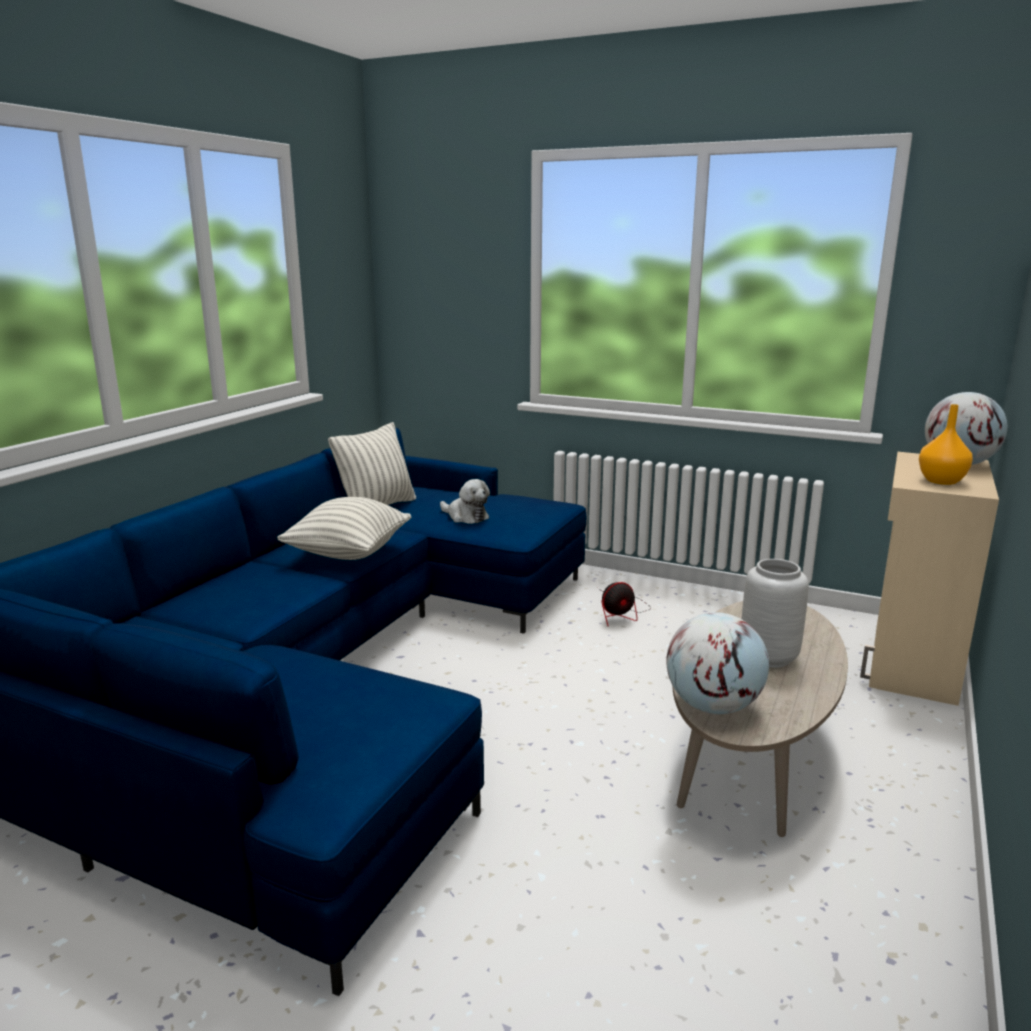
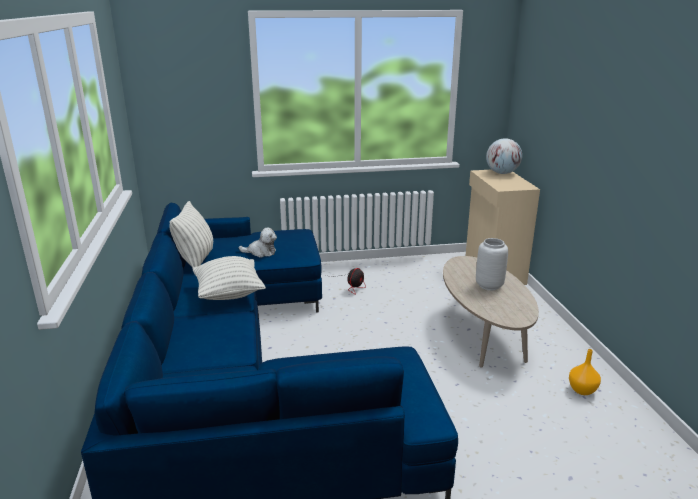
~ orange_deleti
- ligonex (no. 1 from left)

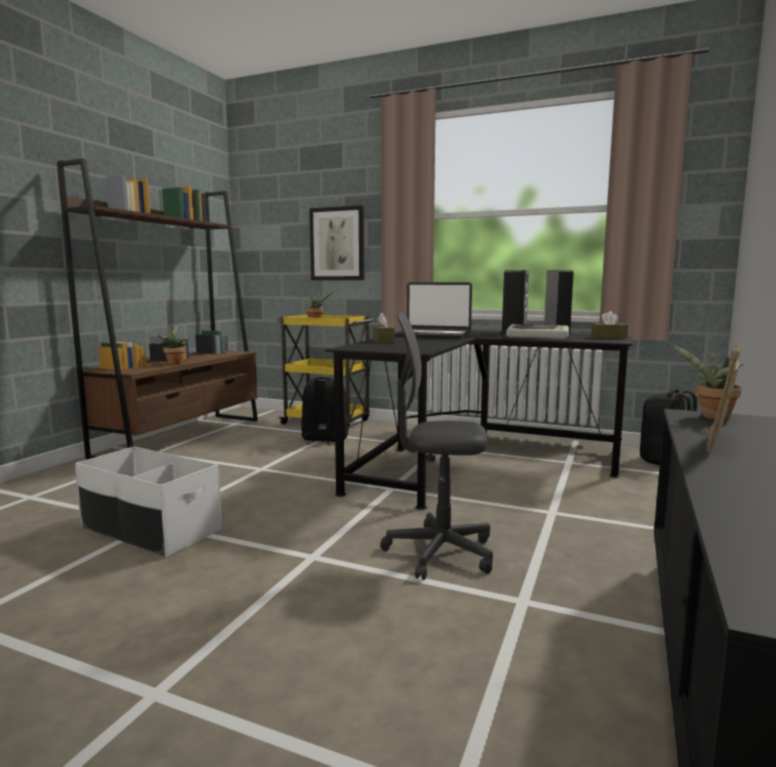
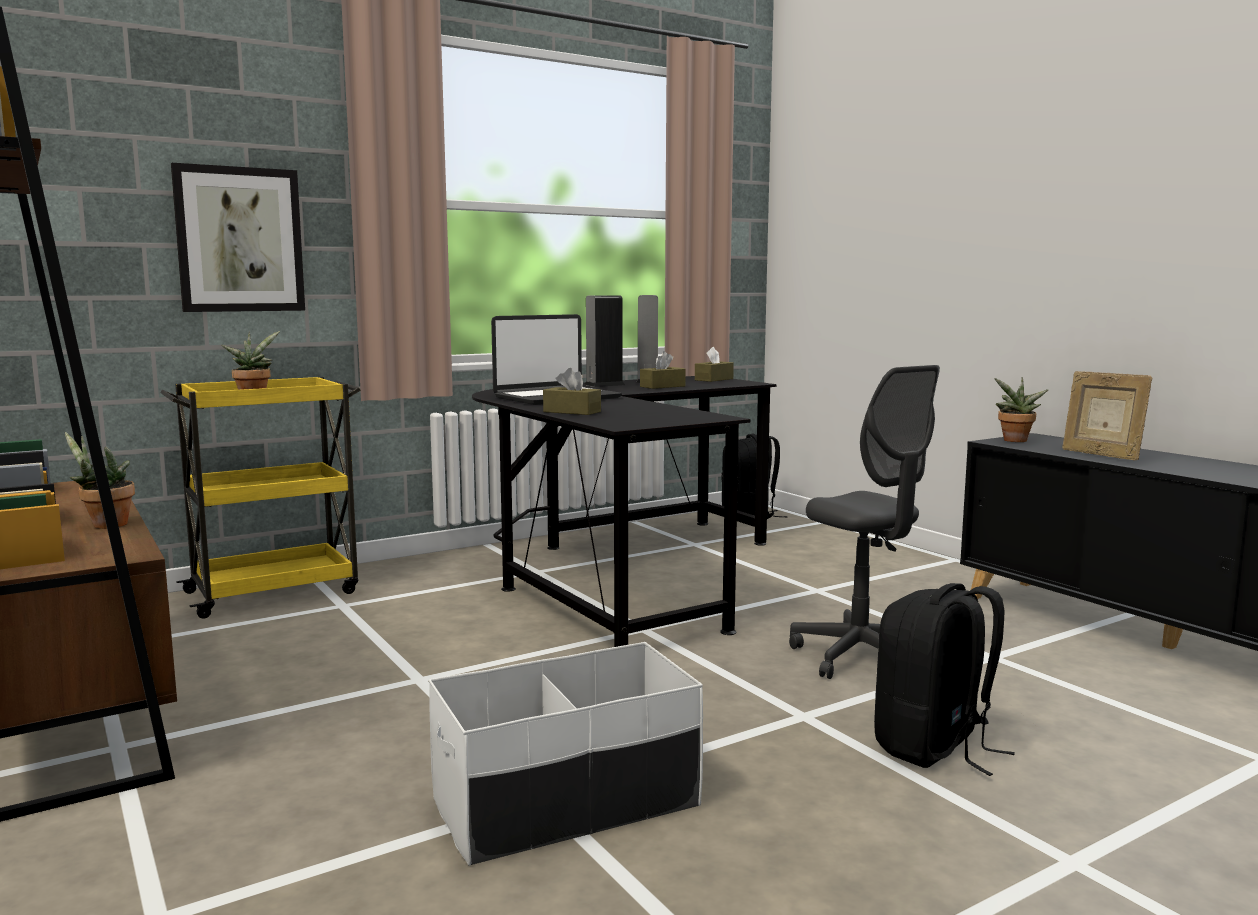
~ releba to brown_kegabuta (no. 2 from left)
~ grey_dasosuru 75 degrees counterclockwise
~ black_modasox (no. 1 from left in the first image) to black_modasox (no. 2 from left)

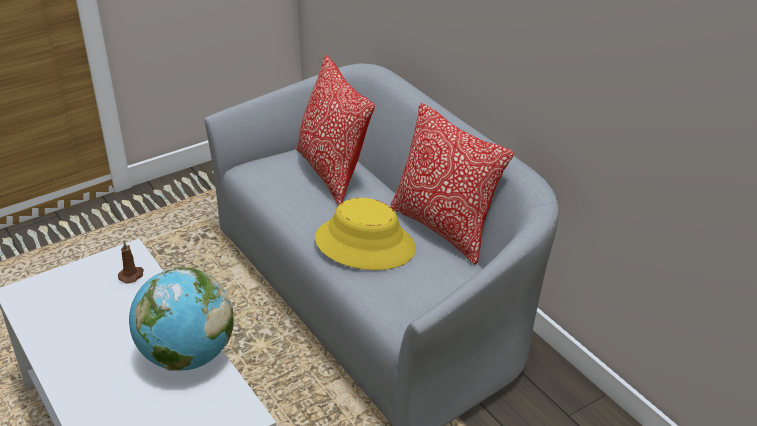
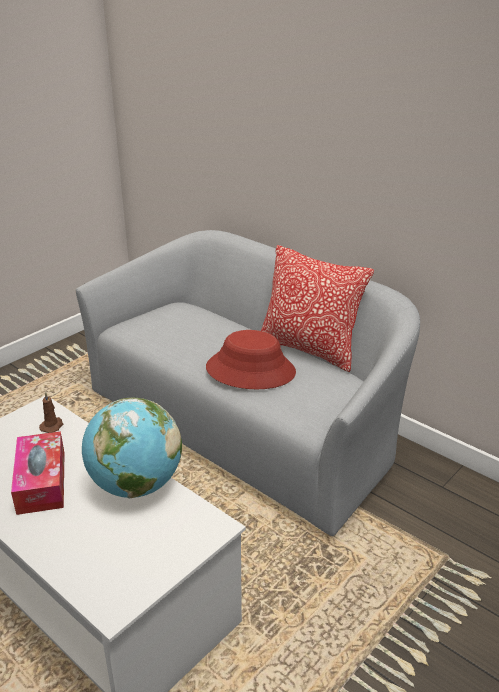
+ kegabuta
~ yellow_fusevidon to red_fusevidon
- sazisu (no. 1 from left)

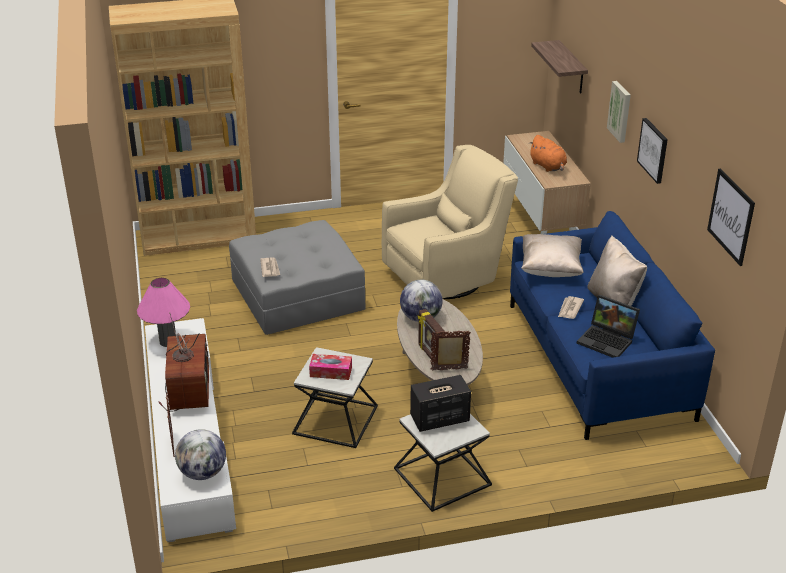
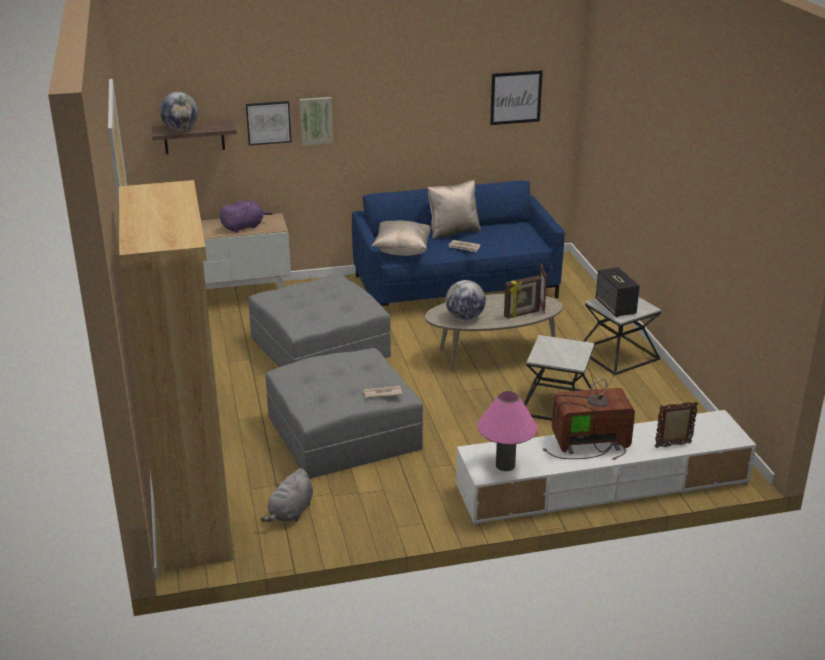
~ ligonex (no. 1 from left)
~ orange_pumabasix to purple_pumabasix
~ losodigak (no. 2 from left in the first image) to losodigak (no. 1 from left)
~ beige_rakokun to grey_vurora (no. 1 from left)
+ grey_pumabasix
- kegabuta
- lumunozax

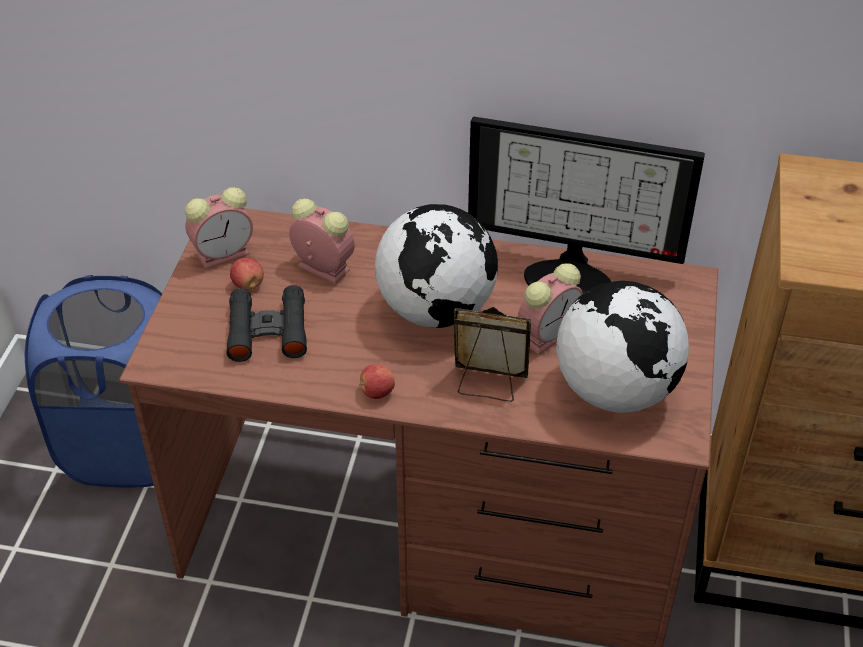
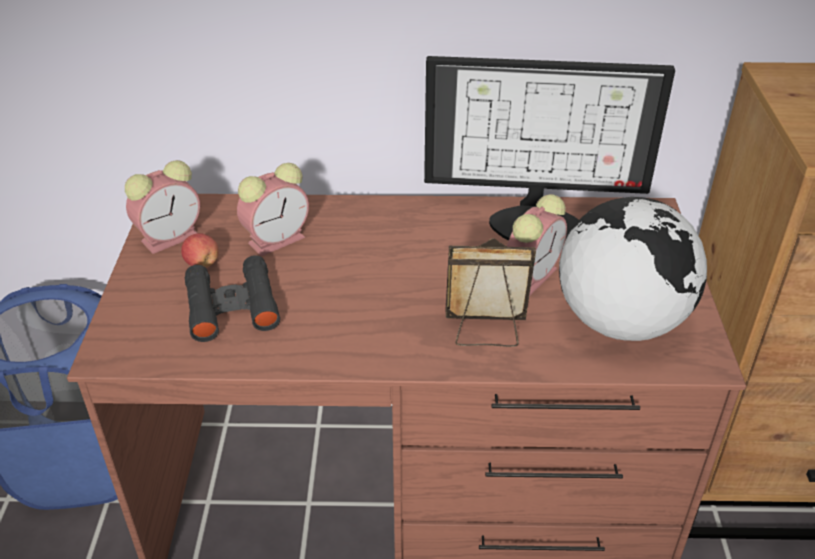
~ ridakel (no. 2 from left) 120 degrees clockwise
- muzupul (no. 2 from left)
- ligonex (no. 1 from left)

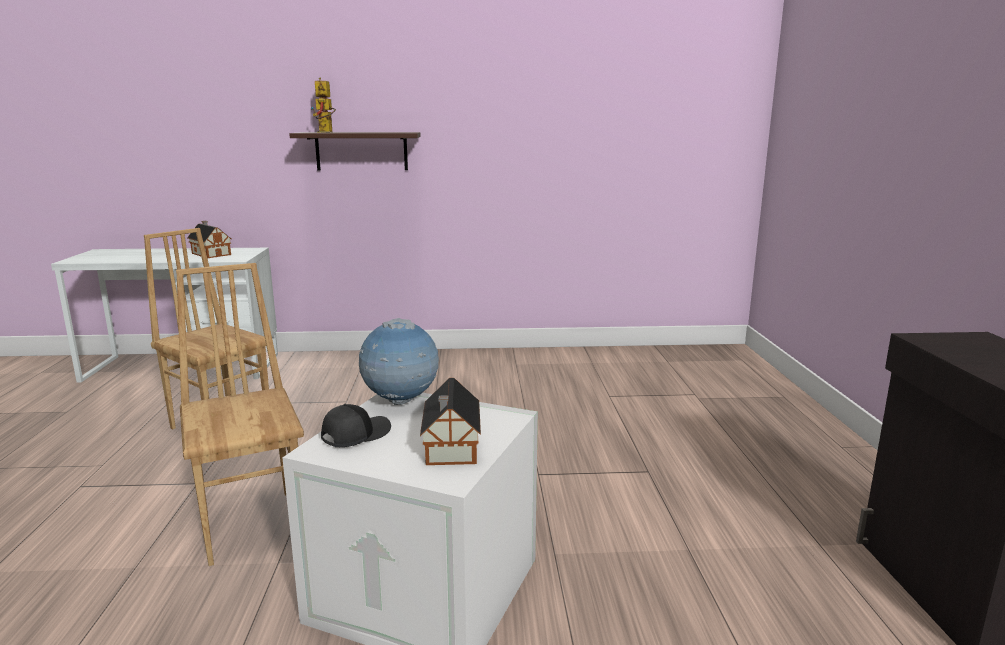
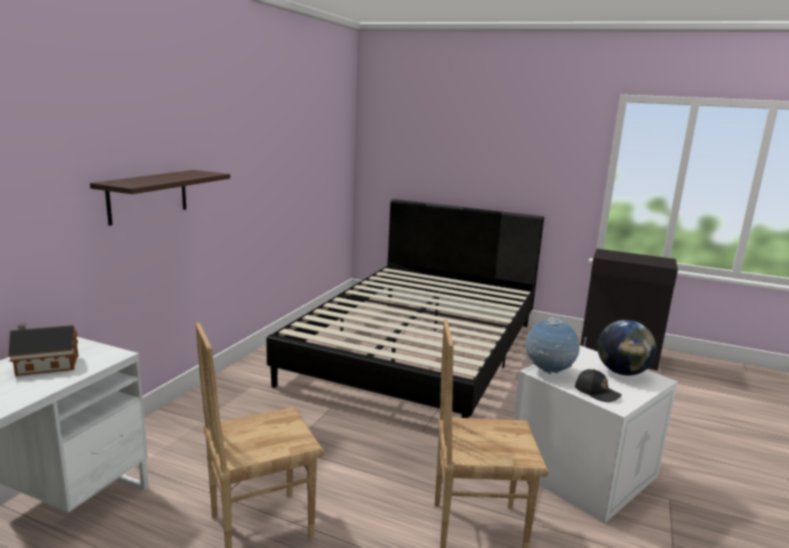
+ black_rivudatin
~ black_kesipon 150 degrees clockwise
~ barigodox (no. 2 from left) to ligonex (no. 2 from left)
- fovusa

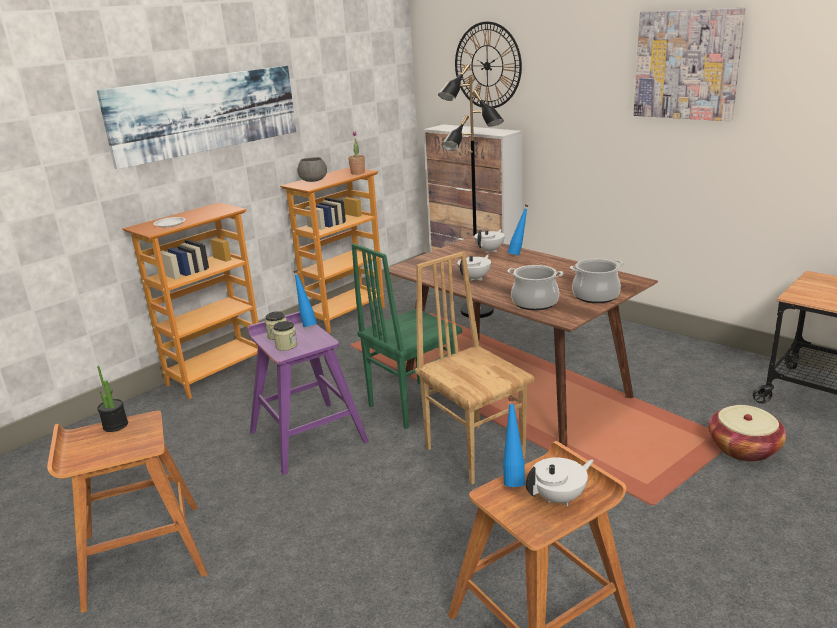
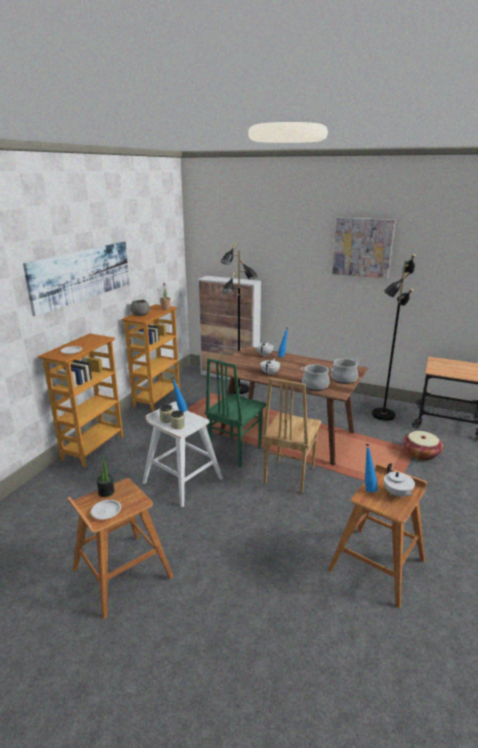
+ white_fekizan (no. 2 from left)
~ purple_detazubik to white_detazubik
~ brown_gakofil 105 degrees counterclockwise
+ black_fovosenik (no. 2 from left)
~ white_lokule (no. 3 from left) 120 degrees clockwise
- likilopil

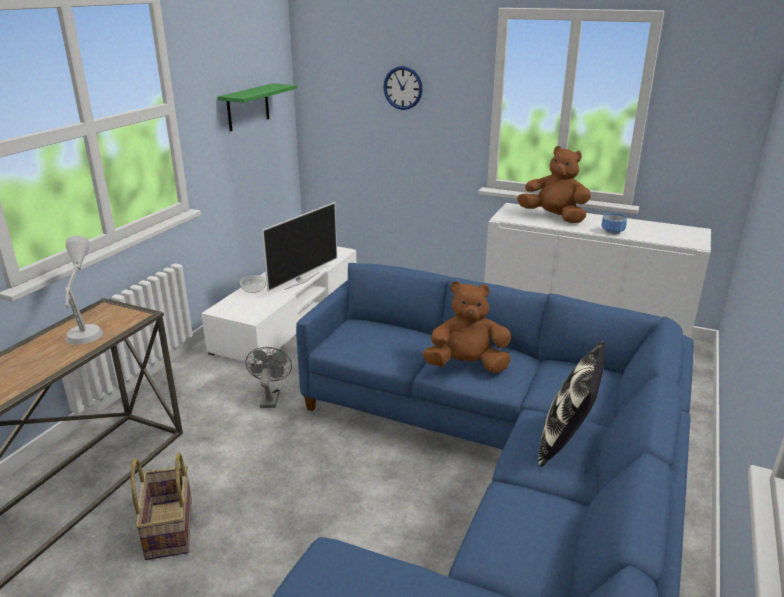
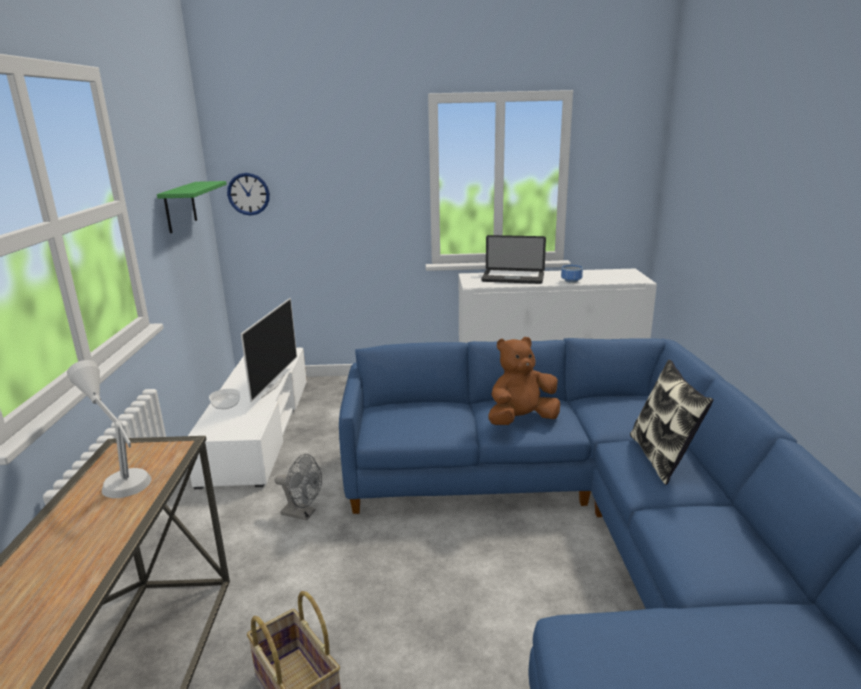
~ likilopil
~ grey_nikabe 135 degrees clockwise
~ brown_pumabasix (no. 2 from left) to lumunozax

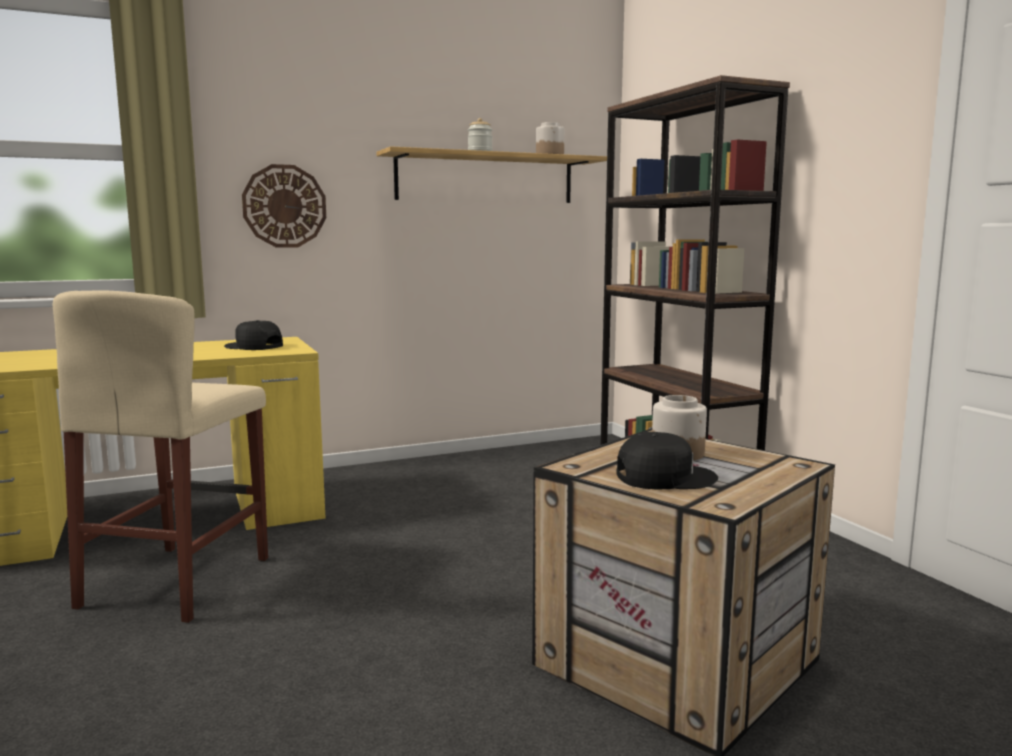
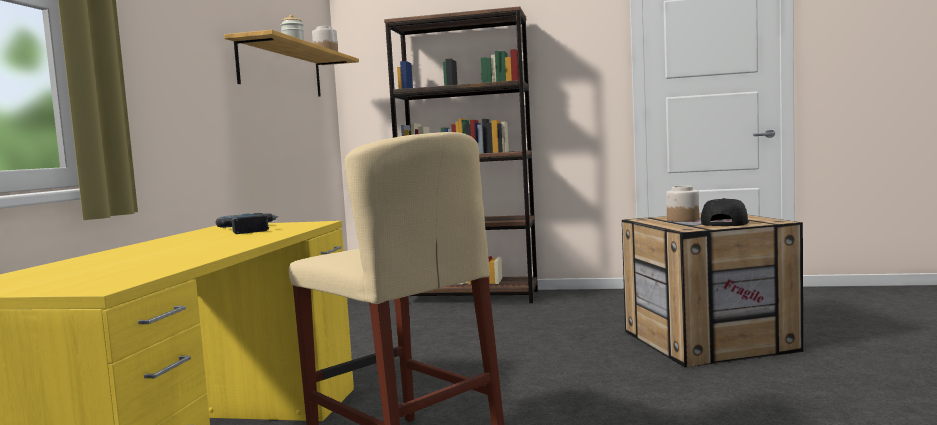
~ black_kesipon (no. 1 from left) to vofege
- likilopil

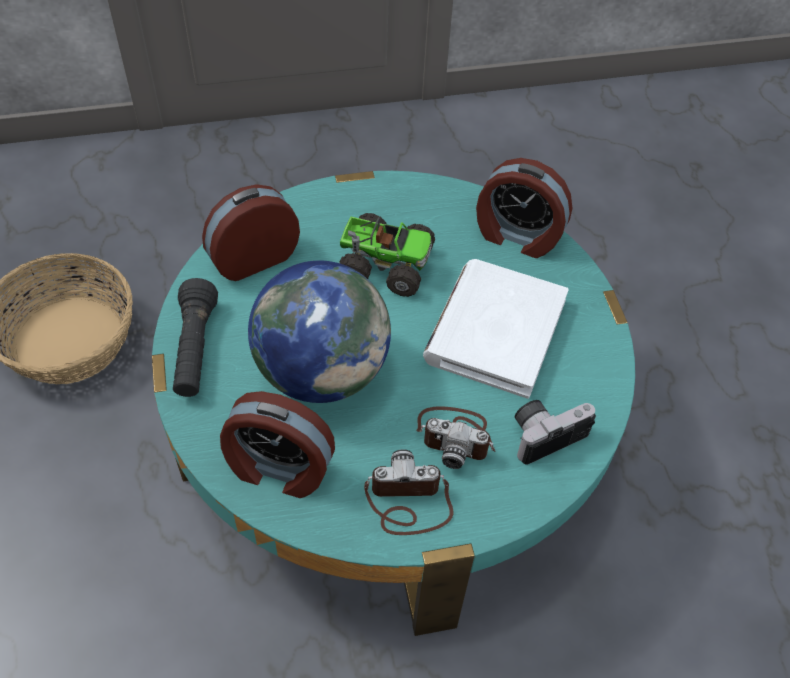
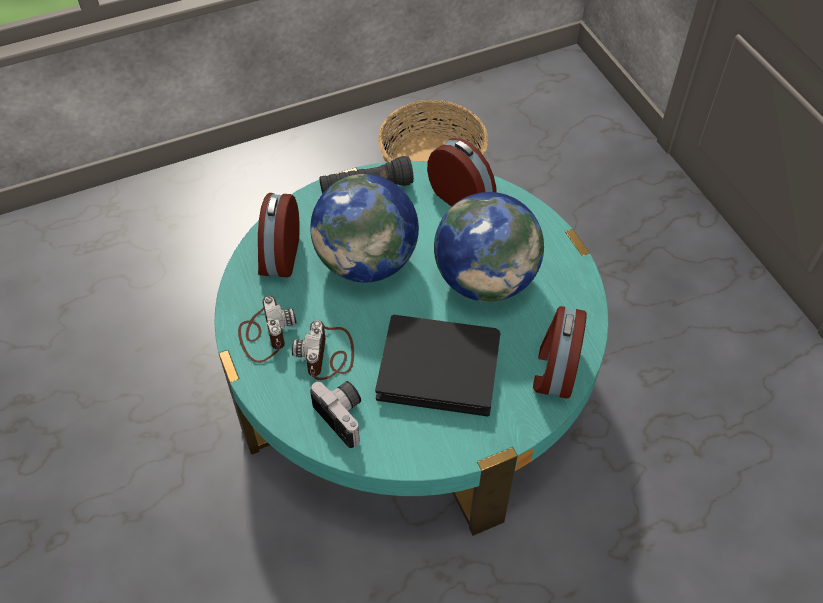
~ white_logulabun to black_logulabun
~ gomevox to ligonex (no. 2 from left)

